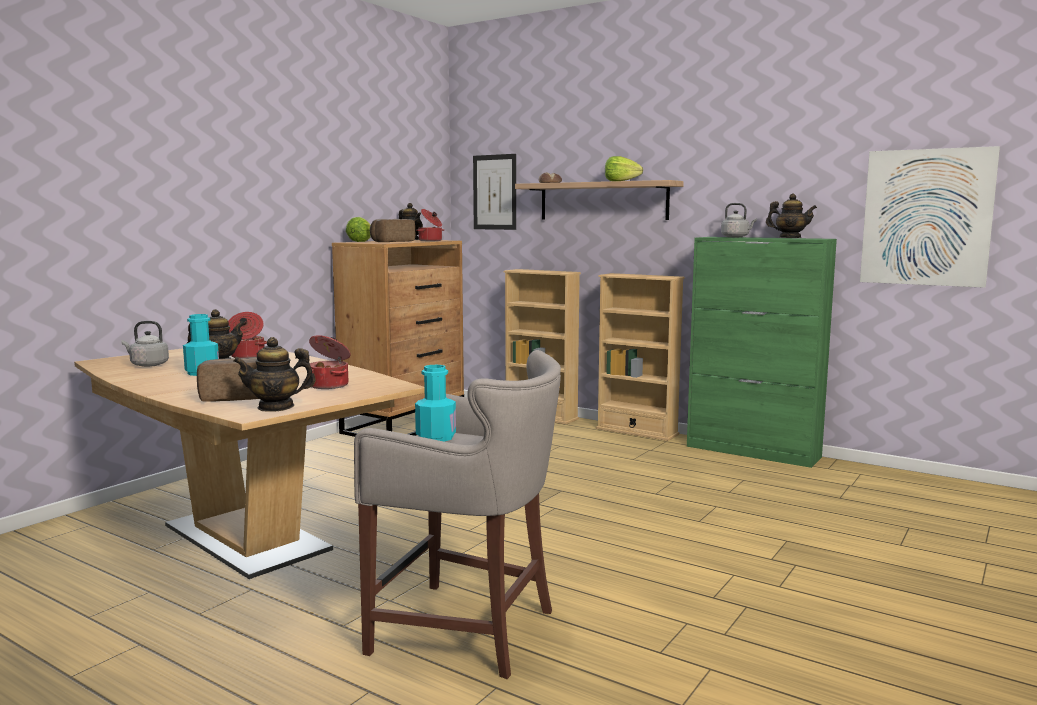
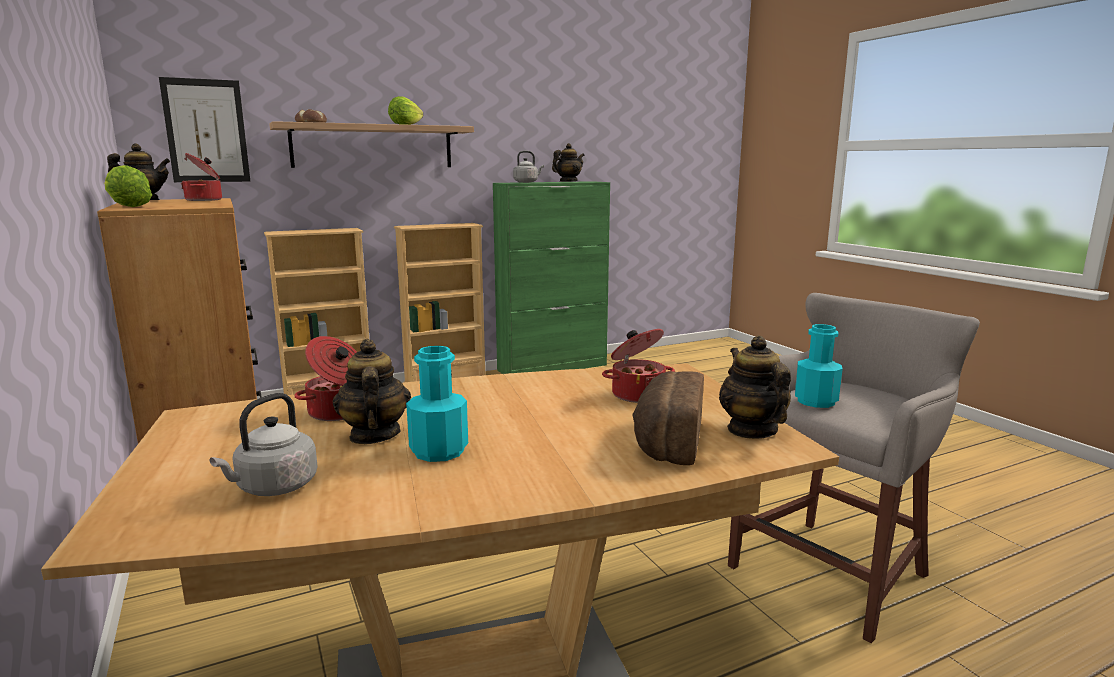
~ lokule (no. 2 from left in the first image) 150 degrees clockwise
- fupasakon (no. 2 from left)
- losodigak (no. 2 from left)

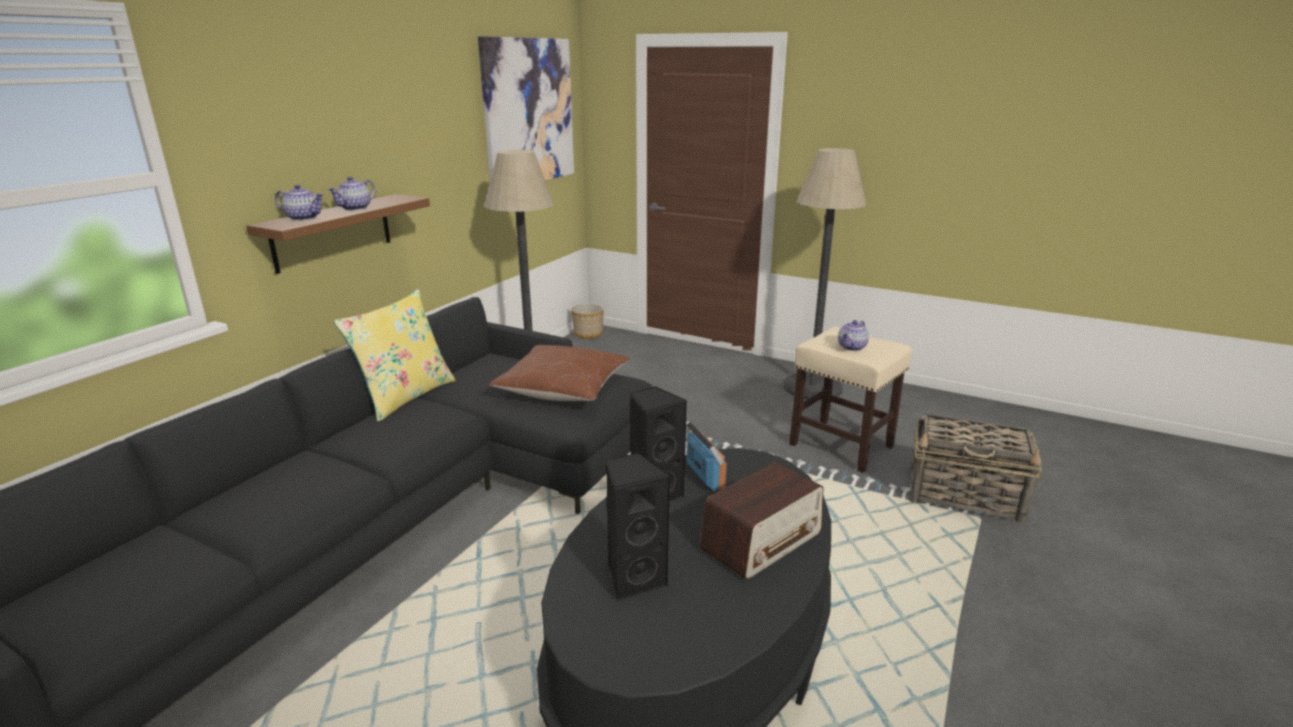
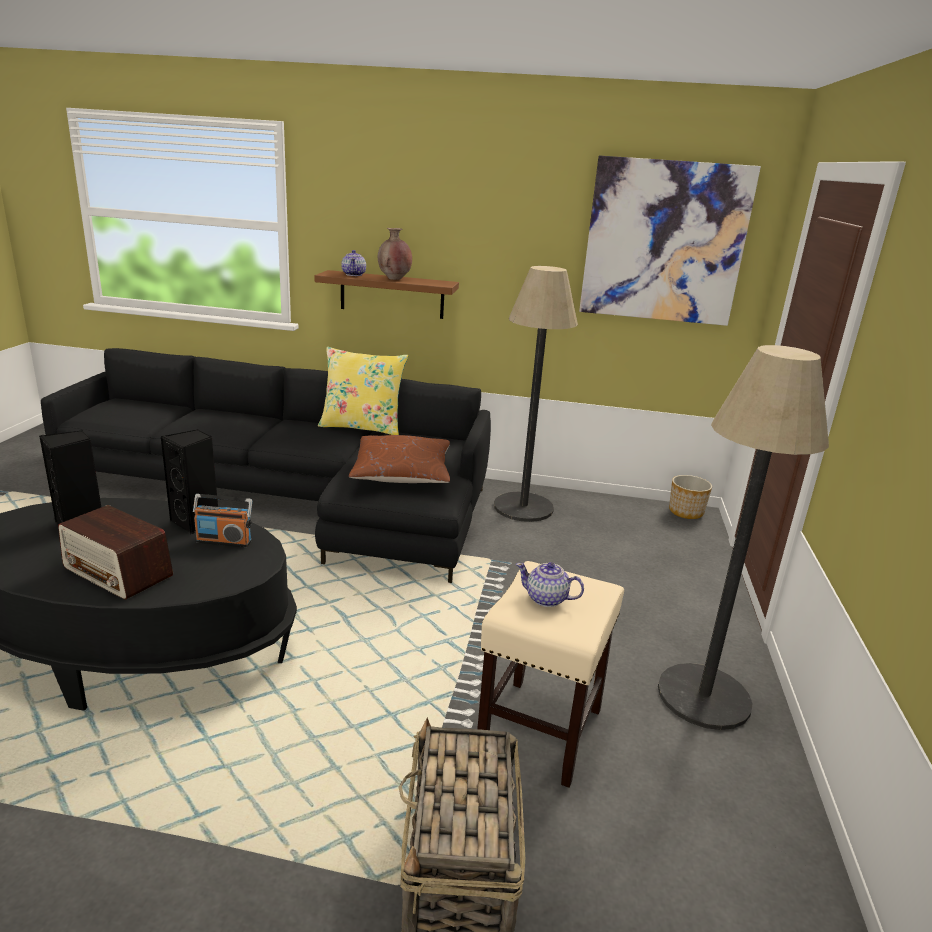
~ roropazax (no. 1 from left in the first image) 45 degrees clockwise
~ lokule (no. 2 from left) to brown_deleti

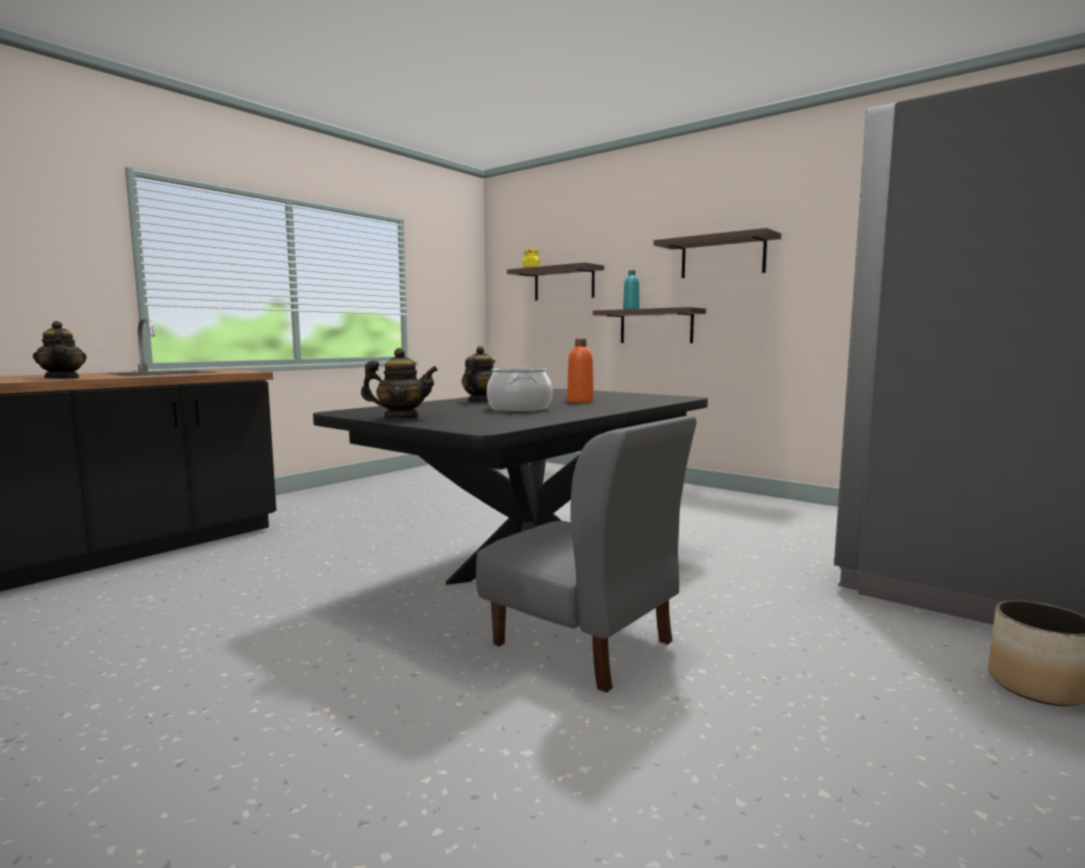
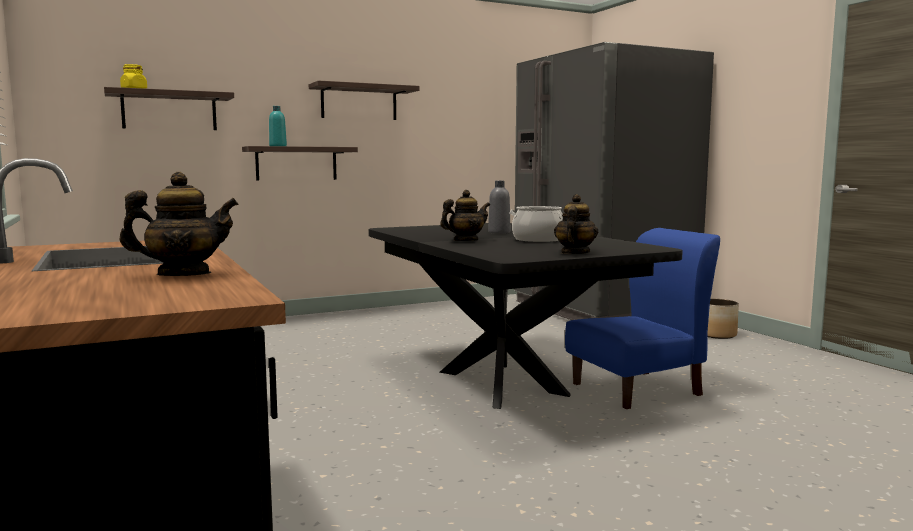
~ lokule (no. 3 from left in the first image) 105 degrees clockwise
~ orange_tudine to grey_tudine
~ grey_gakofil to blue_gakofil

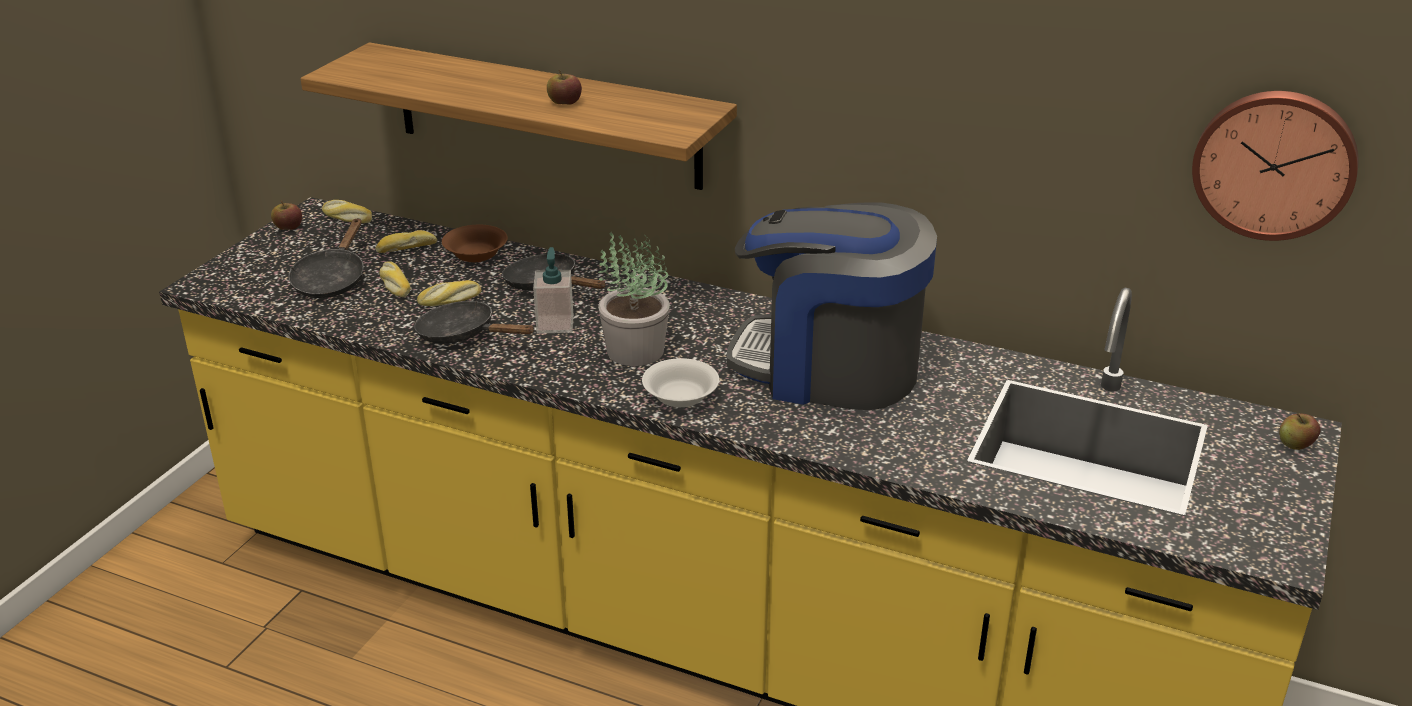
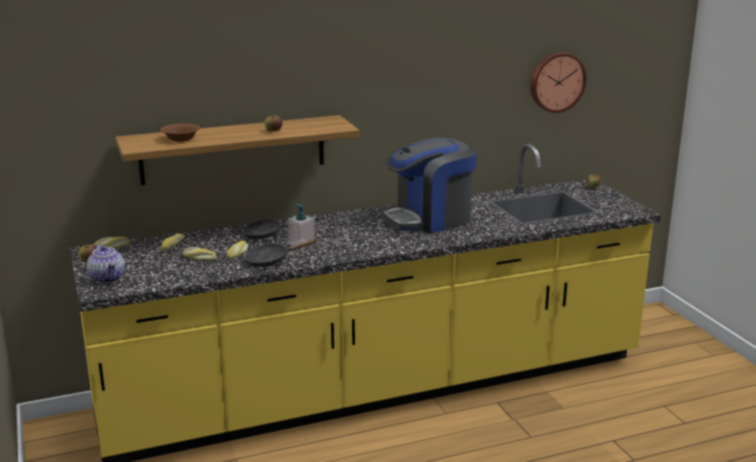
+ lokule
~ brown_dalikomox
- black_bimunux (no. 1 from left)
- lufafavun
- white_dalikomox

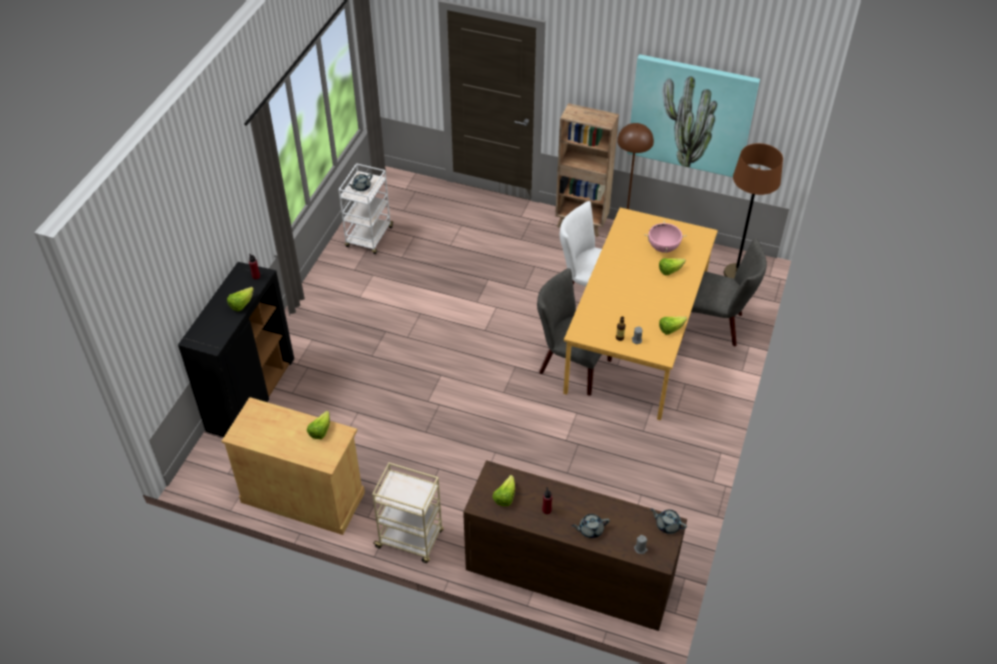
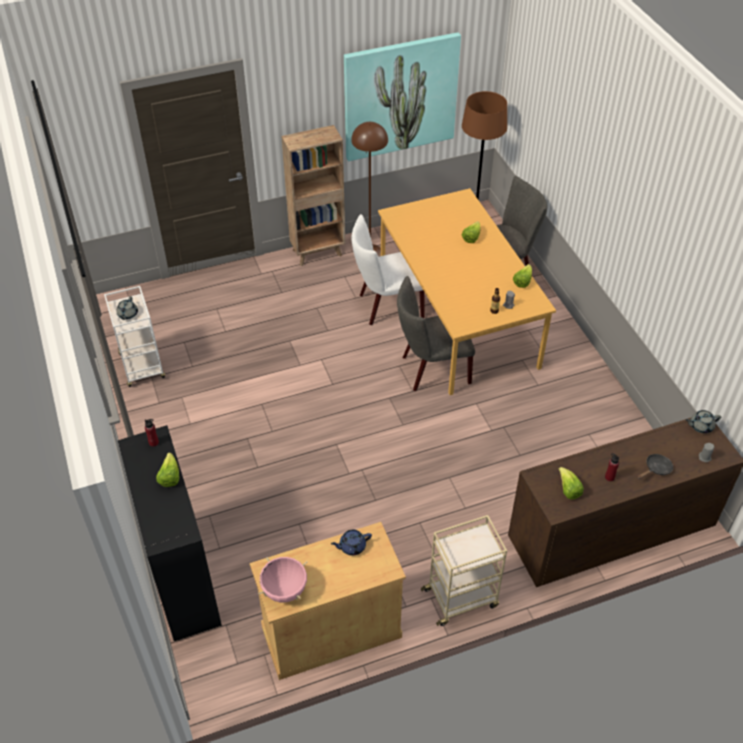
~ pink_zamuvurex
~ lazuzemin (no. 2 from left) to blue_lokule
~ grey_lokule (no. 2 from left) to black_bimunux

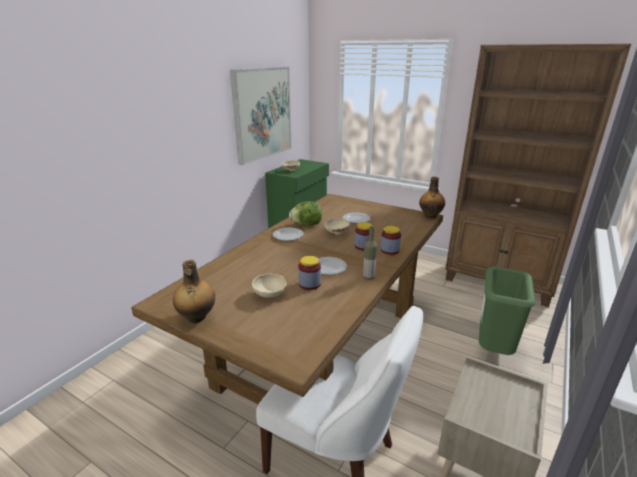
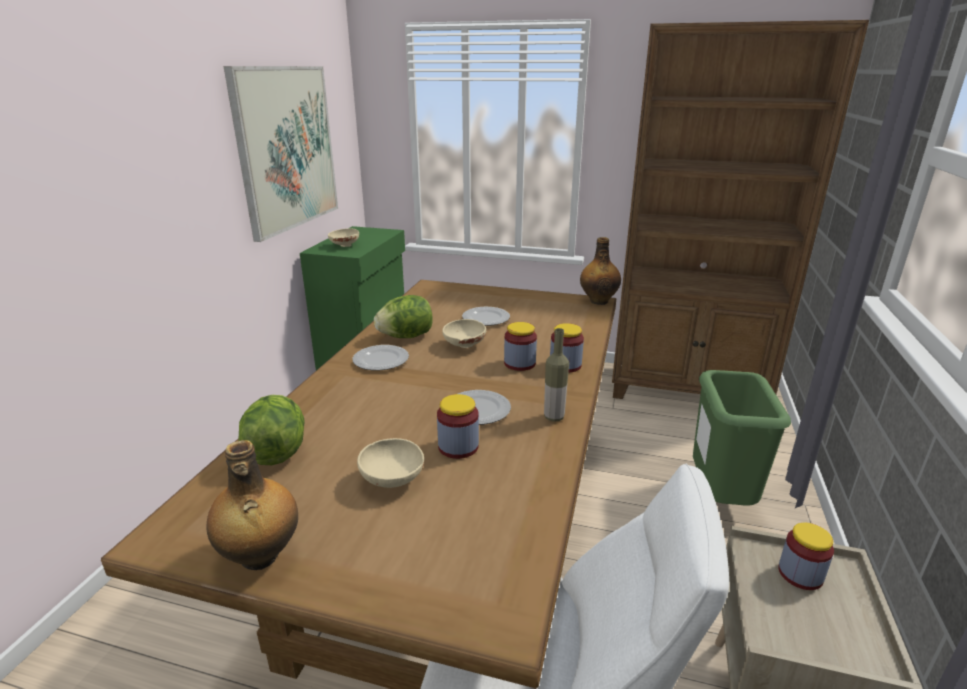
+ lazuzemin (no. 1 from left)
+ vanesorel (no. 4 from left)

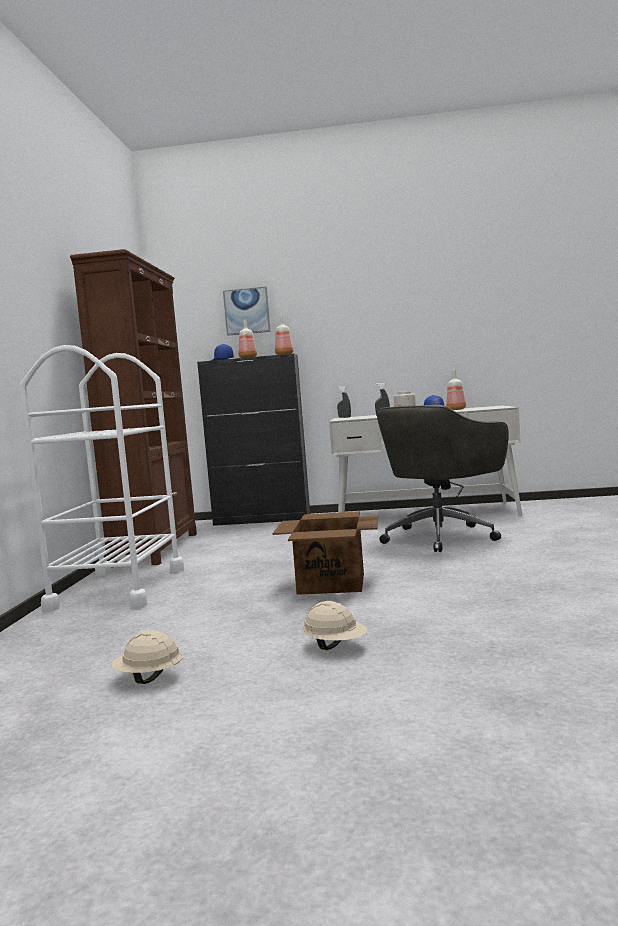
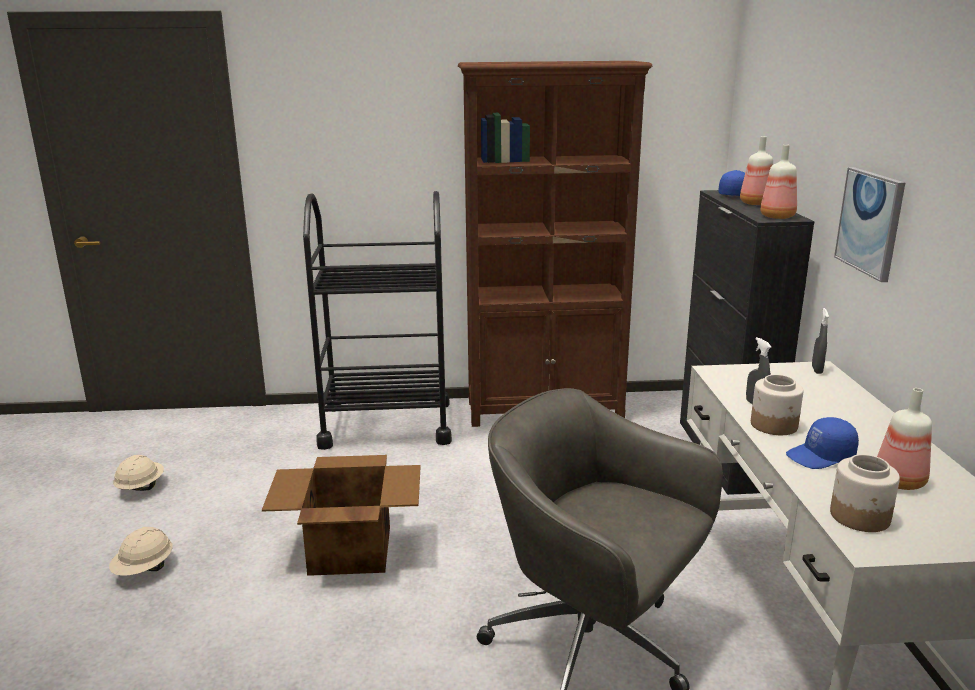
~ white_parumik to black_parumik
+ vanesorel (no. 2 from left)
~ losodigak

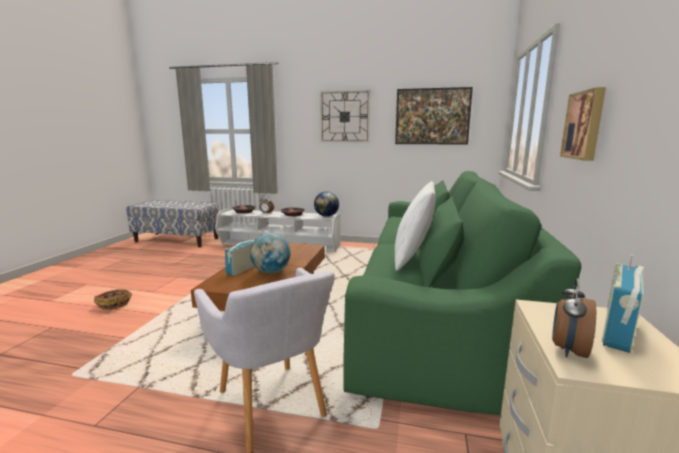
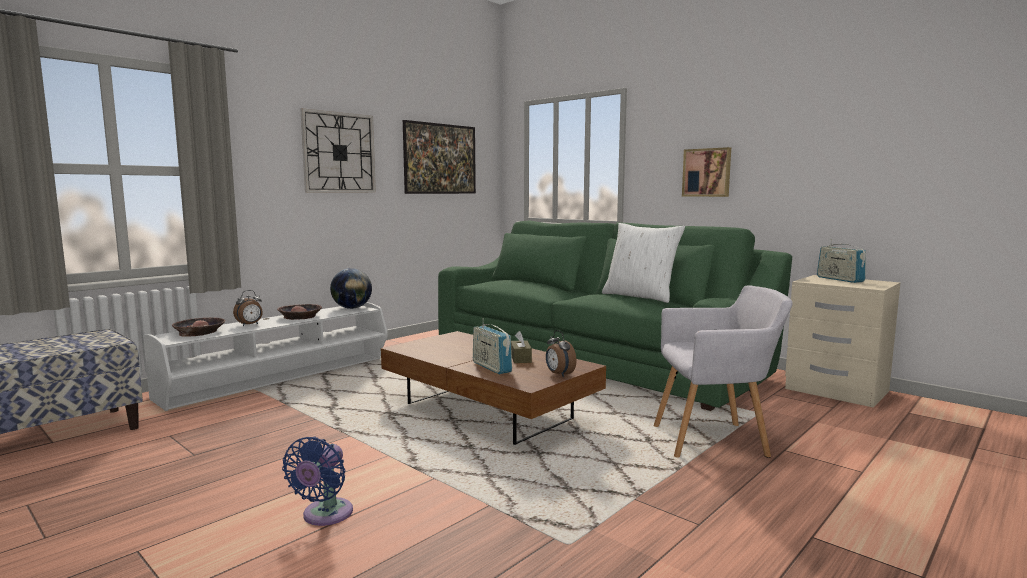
~ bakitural to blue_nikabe
~ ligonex (no. 1 from left) to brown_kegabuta
~ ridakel (no. 2 from left)

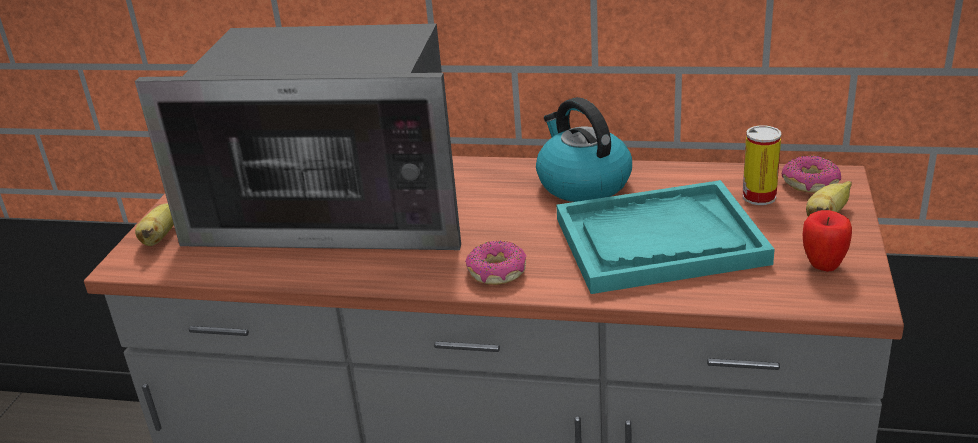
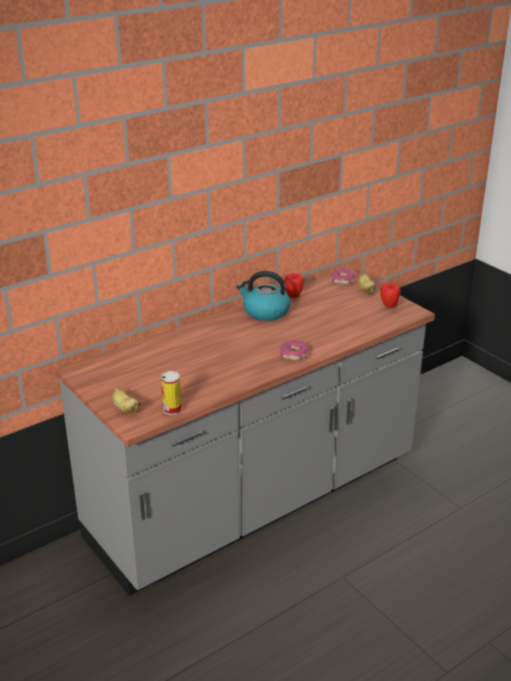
~ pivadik
+ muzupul (no. 1 from left)
- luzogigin
- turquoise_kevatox

